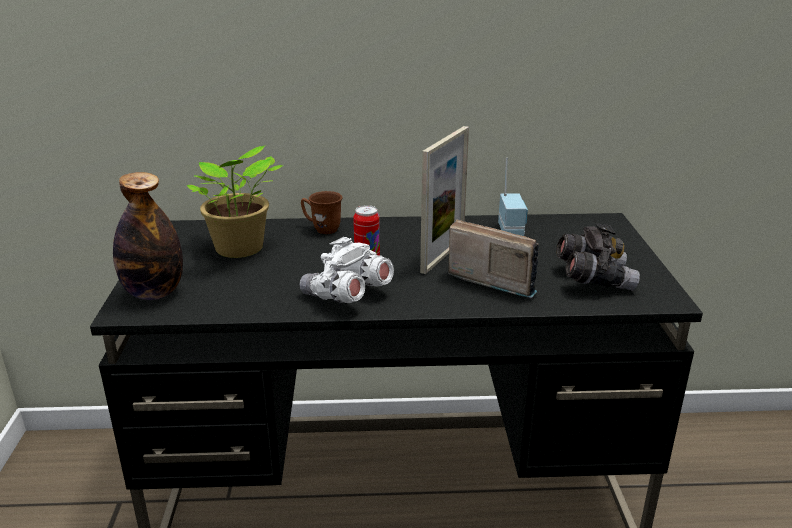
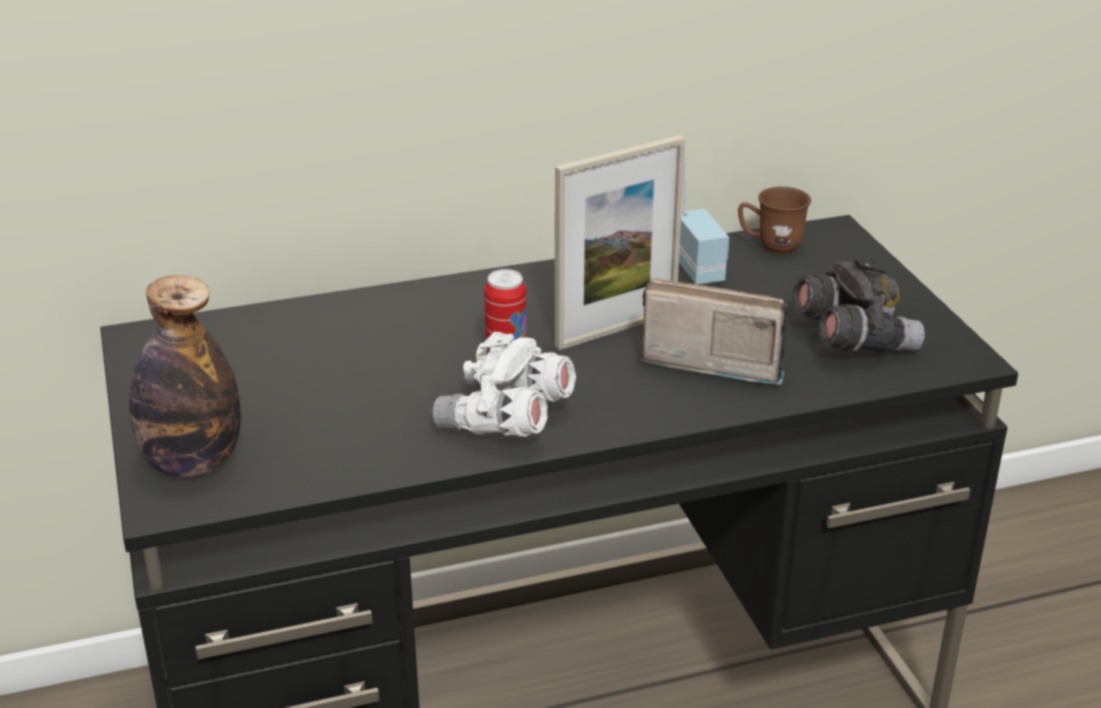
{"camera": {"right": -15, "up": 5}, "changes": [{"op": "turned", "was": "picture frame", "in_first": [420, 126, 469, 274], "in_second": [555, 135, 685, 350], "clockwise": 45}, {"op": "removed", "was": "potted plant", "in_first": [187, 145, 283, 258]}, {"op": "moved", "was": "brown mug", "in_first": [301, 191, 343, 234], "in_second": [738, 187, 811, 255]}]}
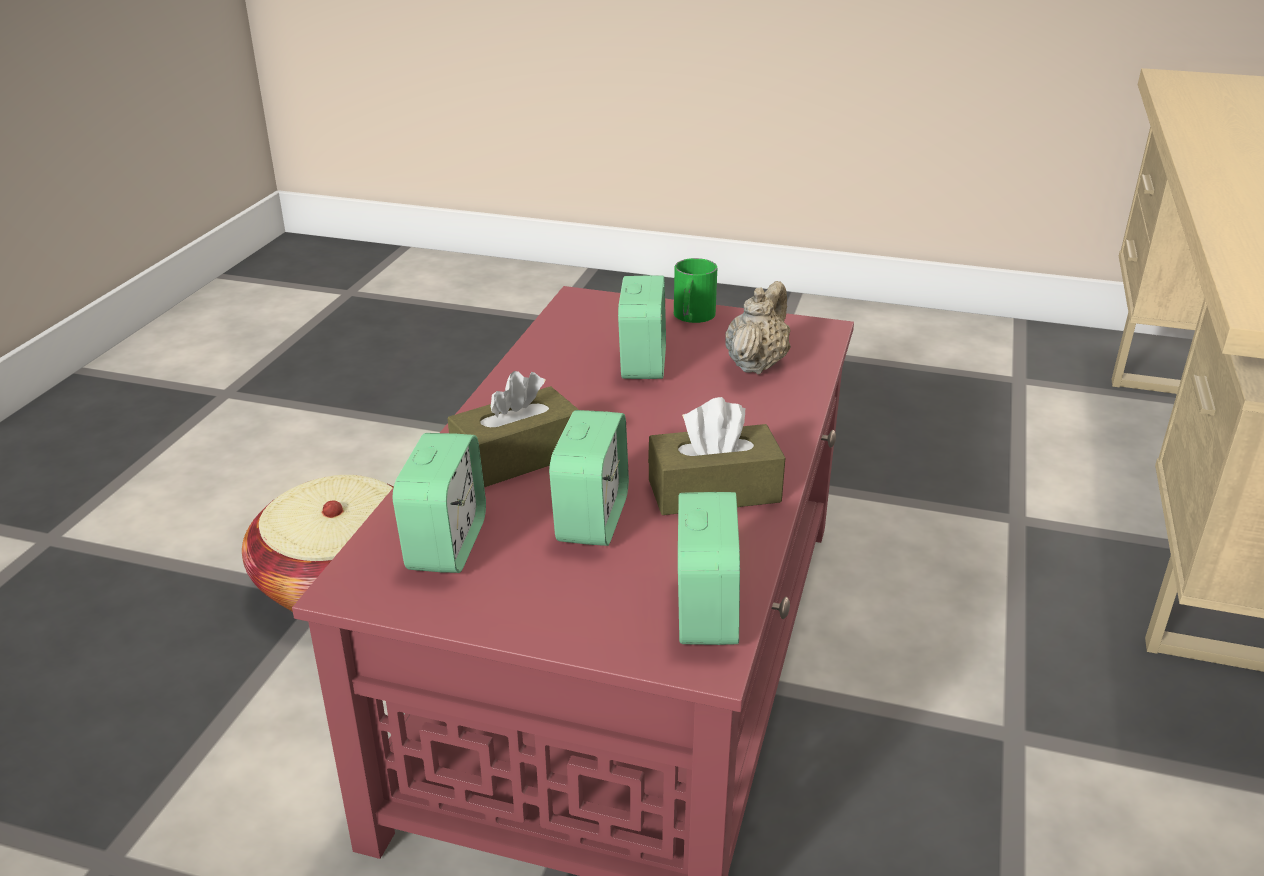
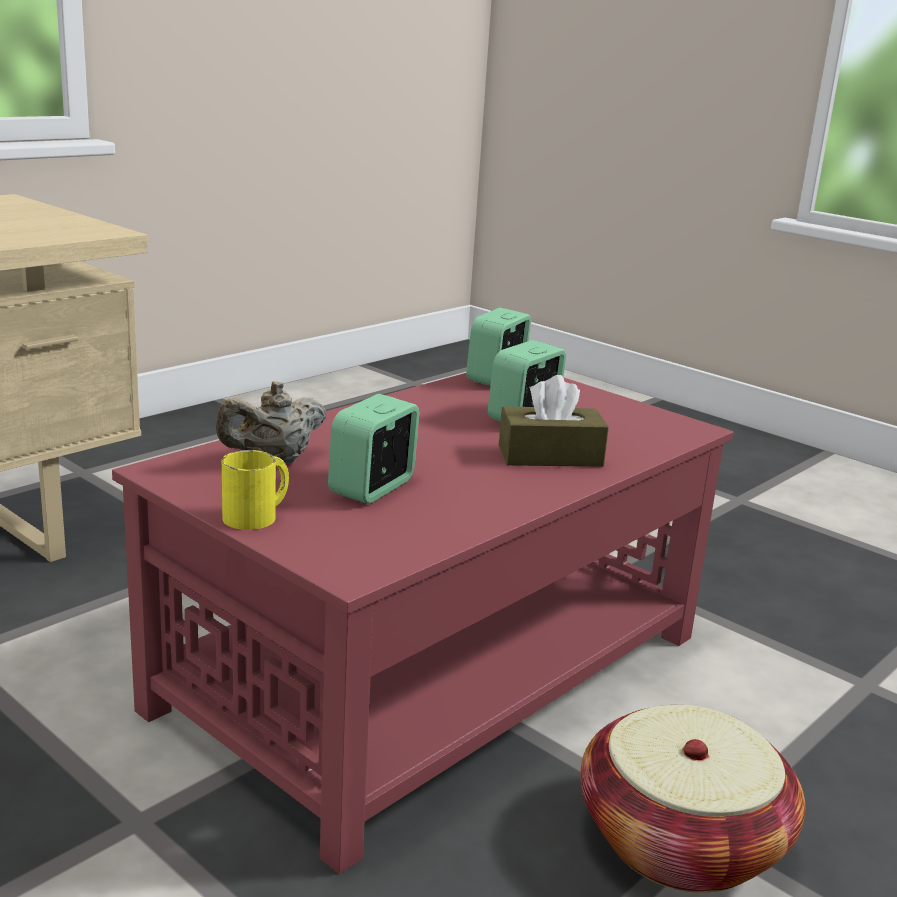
{"camera": {"right": -155, "up": -10}, "changes": [{"op": "recoloured", "was": "green mug", "now": "yellow mug", "in_first": [674, 258, 717, 323], "in_second": [222, 450, 289, 530]}, {"op": "removed", "was": "brown tissue box", "in_first": [648, 397, 785, 515]}, {"op": "removed", "was": "alarm clock", "in_first": [393, 433, 486, 573]}]}
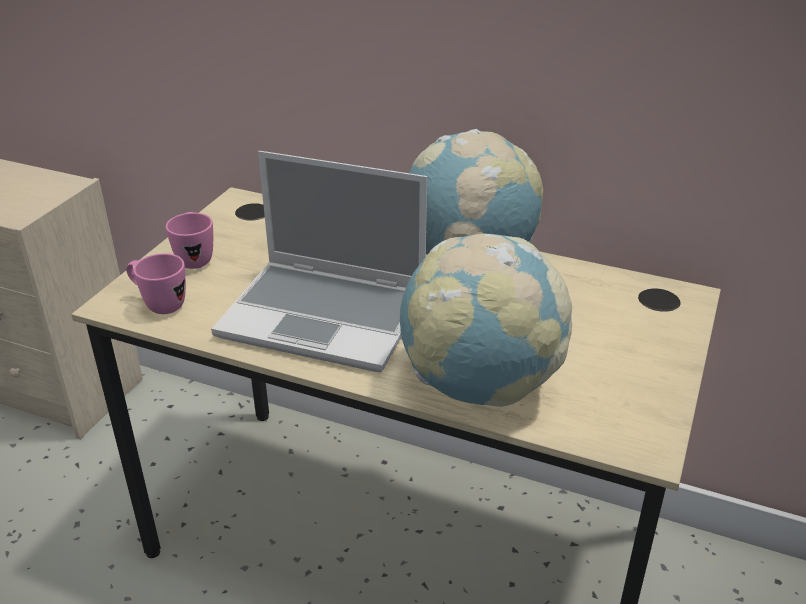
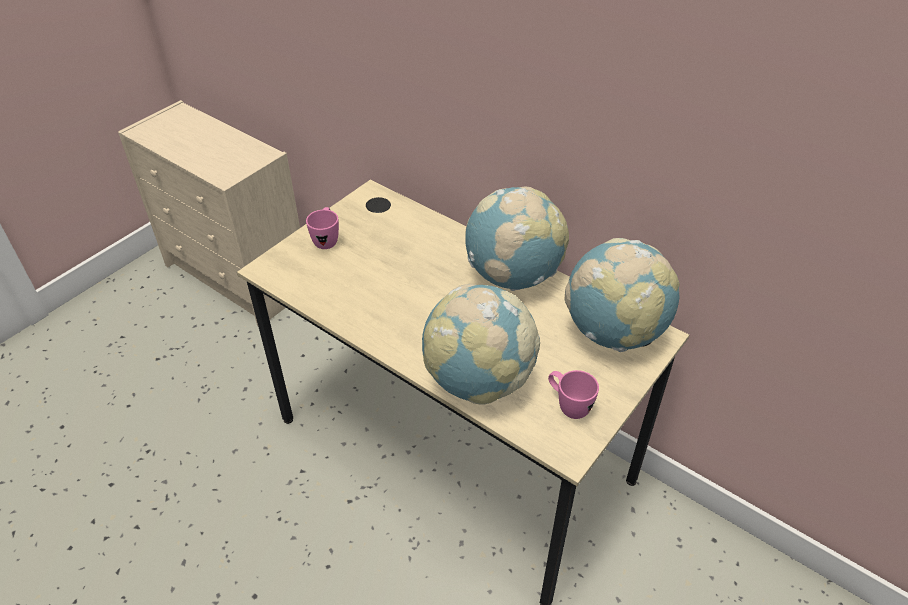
{"camera": {"right": 15, "up": 10}, "changes": [{"op": "removed", "was": "laptop", "in_first": [211, 151, 427, 372]}, {"op": "moved", "was": "pink mug", "in_first": [126, 253, 186, 314], "in_second": [548, 370, 599, 419]}, {"op": "added", "now": "globe", "in_second": [565, 238, 680, 352]}]}
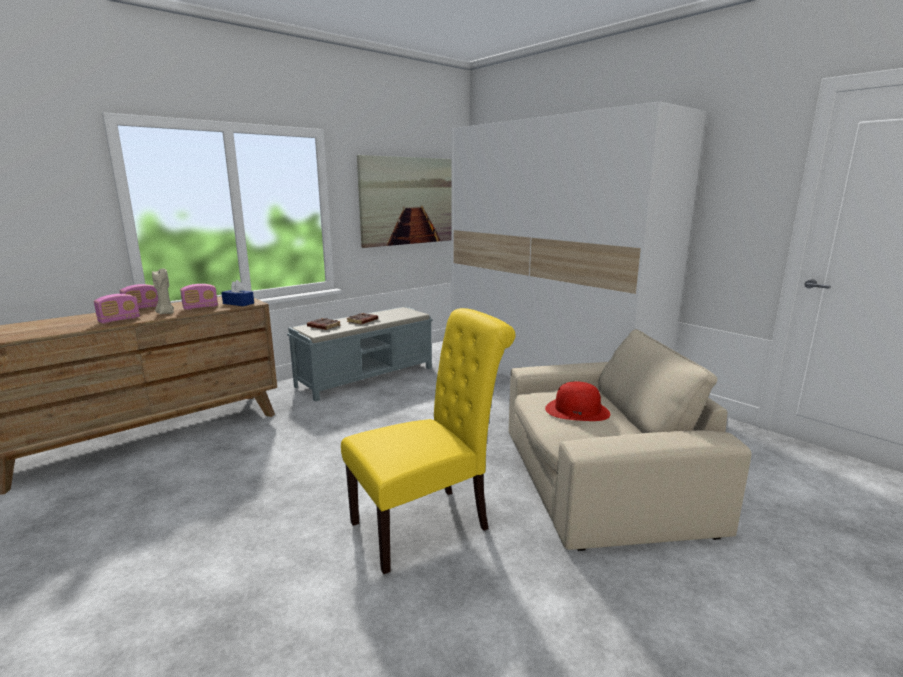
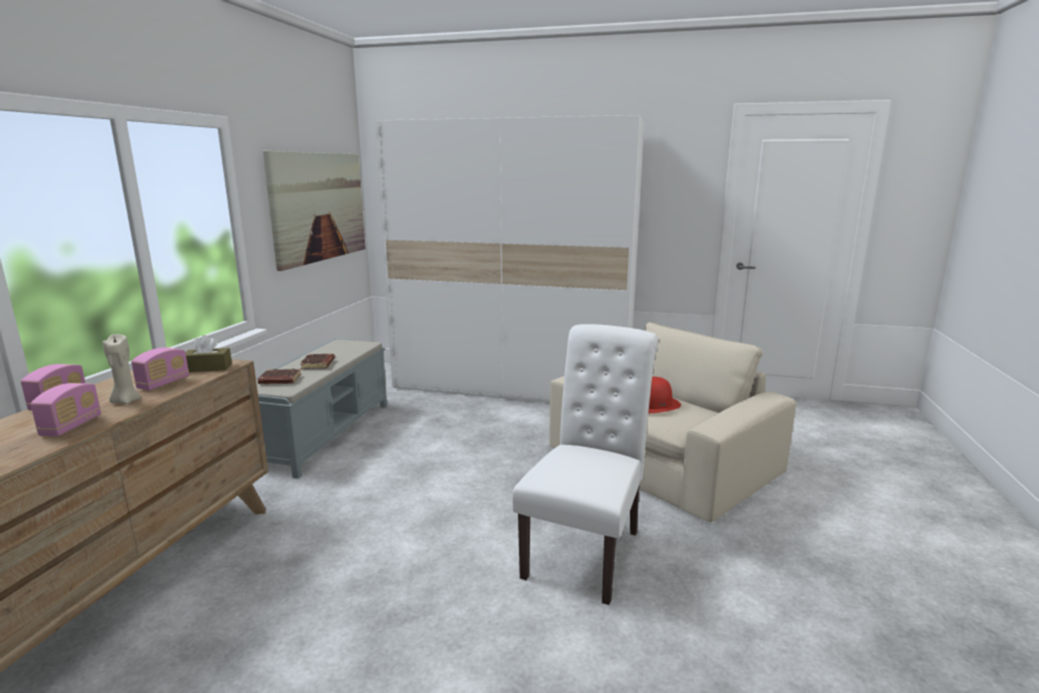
{"camera": {"right": -35, "up": 0}, "changes": [{"op": "recoloured", "was": "blue tissue box", "now": "brown tissue box", "in_first": [221, 280, 254, 306], "in_second": [185, 335, 232, 372]}, {"op": "recoloured", "was": "yellow chair", "now": "white chair", "in_first": [341, 308, 515, 574], "in_second": [513, 324, 659, 605]}]}
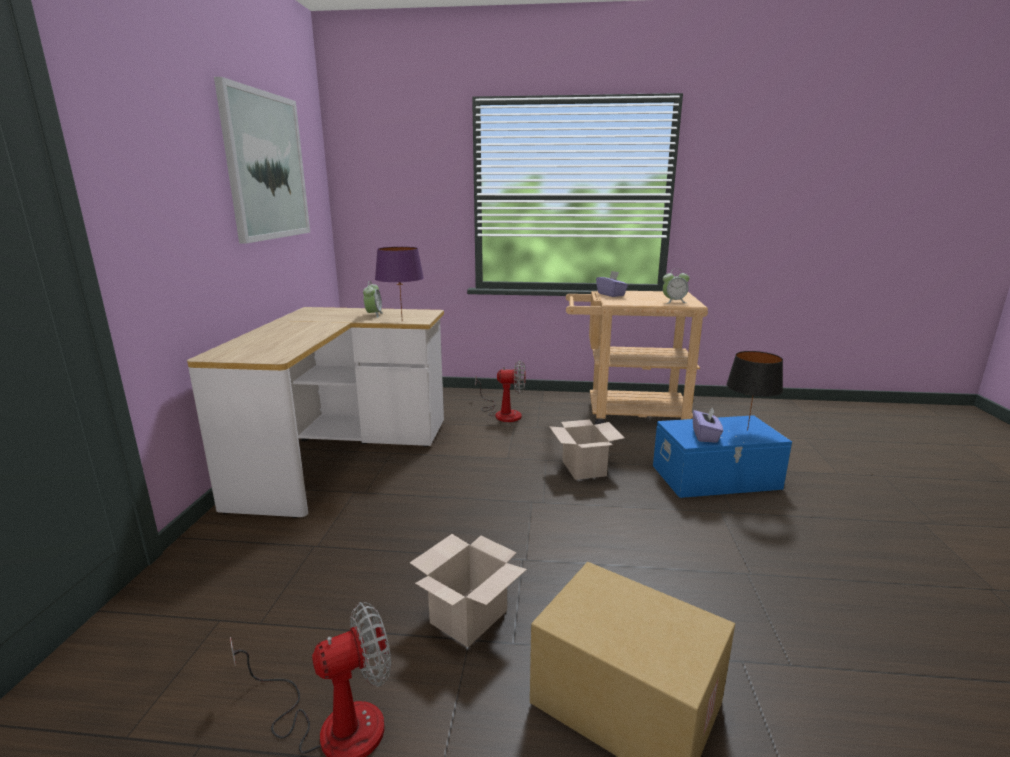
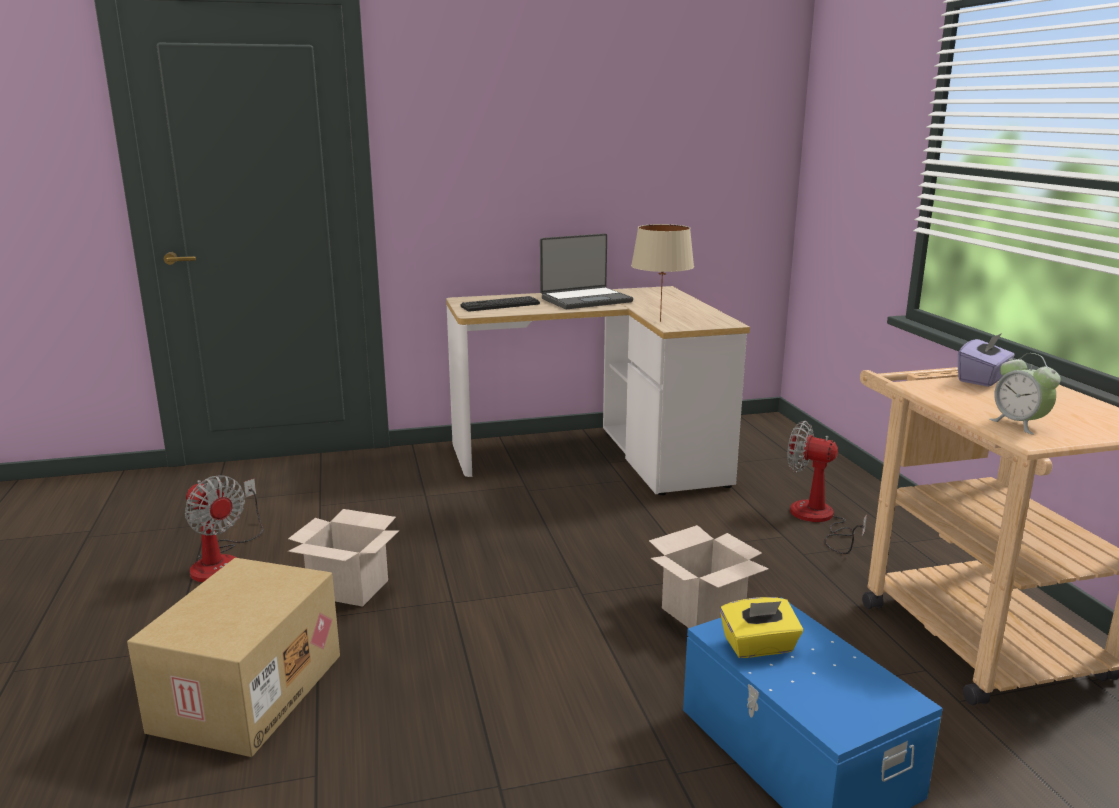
{"camera": {"right": 70, "up": 0}, "changes": [{"op": "removed", "was": "picture", "in_first": [214, 77, 310, 244]}, {"op": "recoloured", "was": "purple table lamp", "now": "beige table lamp", "in_first": [375, 247, 424, 315], "in_second": [631, 224, 694, 322]}, {"op": "removed", "was": "alarm clock", "in_first": [363, 281, 383, 318]}, {"op": "removed", "was": "black table lamp", "in_first": [726, 351, 783, 431]}, {"op": "turned", "was": "fan", "in_first": [475, 360, 526, 422], "in_second": [787, 421, 867, 554], "clockwise": 135}, {"op": "recoloured", "was": "purple tissue box", "now": "yellow tissue box", "in_first": [693, 406, 723, 443], "in_second": [720, 597, 803, 658]}, {"op": "added", "now": "laptop", "in_second": [540, 233, 633, 309]}, {"op": "added", "now": "keyboard", "in_second": [461, 296, 540, 312]}]}
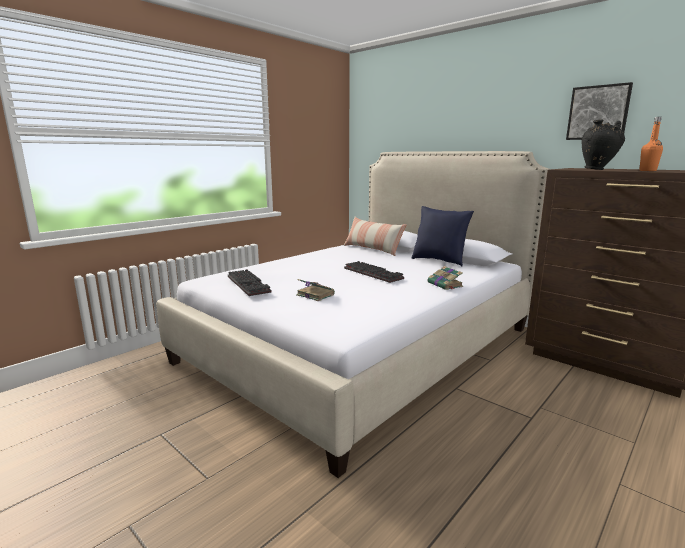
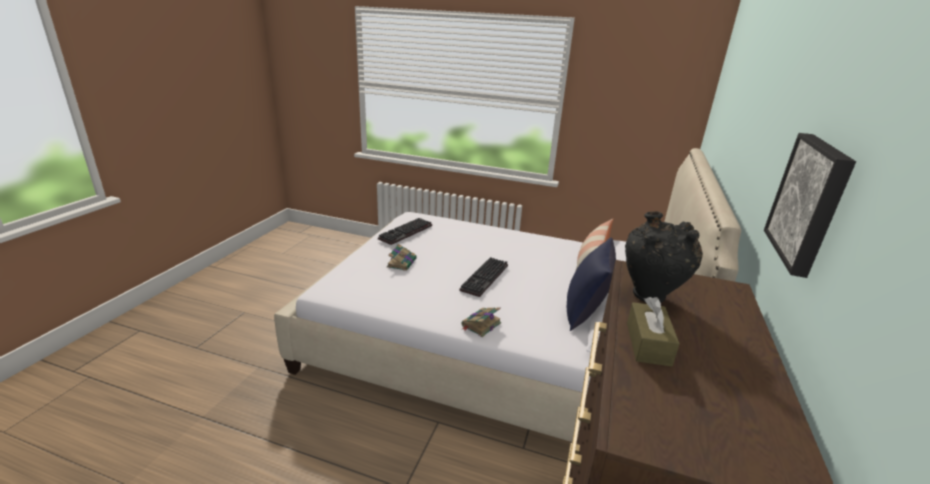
{"camera": {"right": 65, "up": 10}, "changes": [{"op": "replaced", "was": "orange bottle", "now": "brown tissue box", "in_first": [639, 117, 663, 171], "in_second": [627, 297, 680, 367]}]}
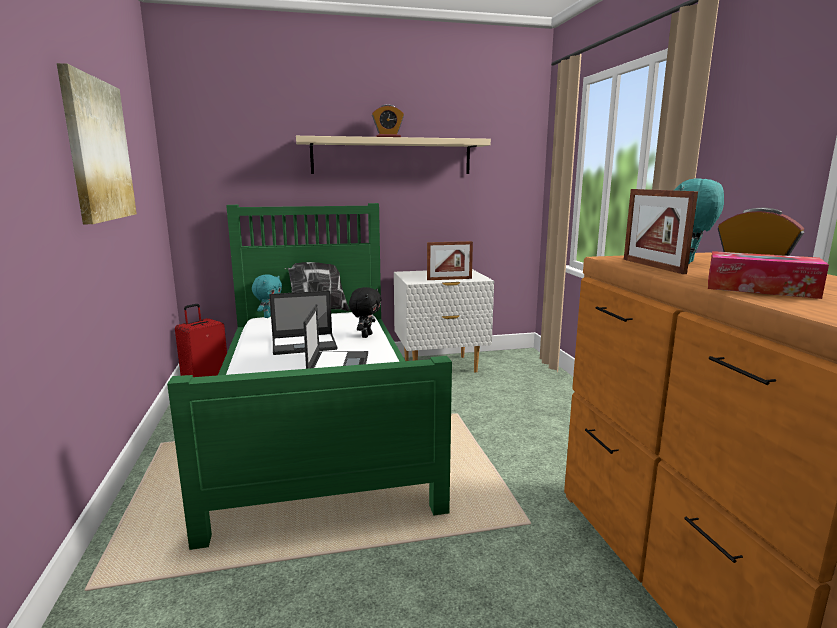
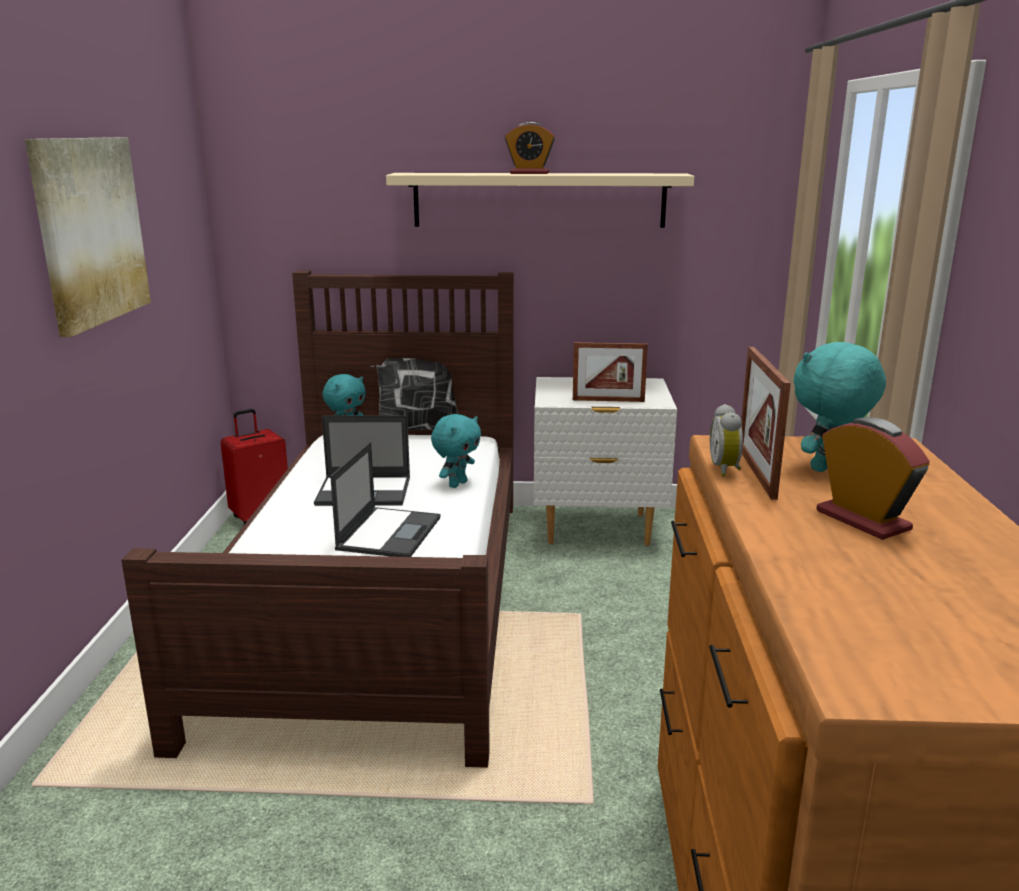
{"camera": {"right": 15, "up": 5}, "changes": [{"op": "recoloured", "was": "green bed", "now": "brown bed", "in_first": [167, 203, 452, 550], "in_second": [121, 270, 514, 768]}, {"op": "removed", "was": "tissue box", "in_first": [708, 251, 829, 299]}, {"op": "recoloured", "was": "black plush toy", "now": "turquoise plush toy", "in_first": [349, 287, 382, 338], "in_second": [431, 414, 481, 488]}, {"op": "added", "now": "alarm clock", "in_second": [710, 404, 743, 477]}]}
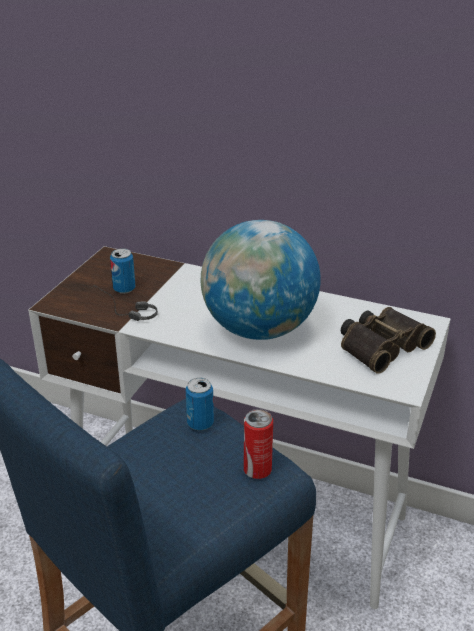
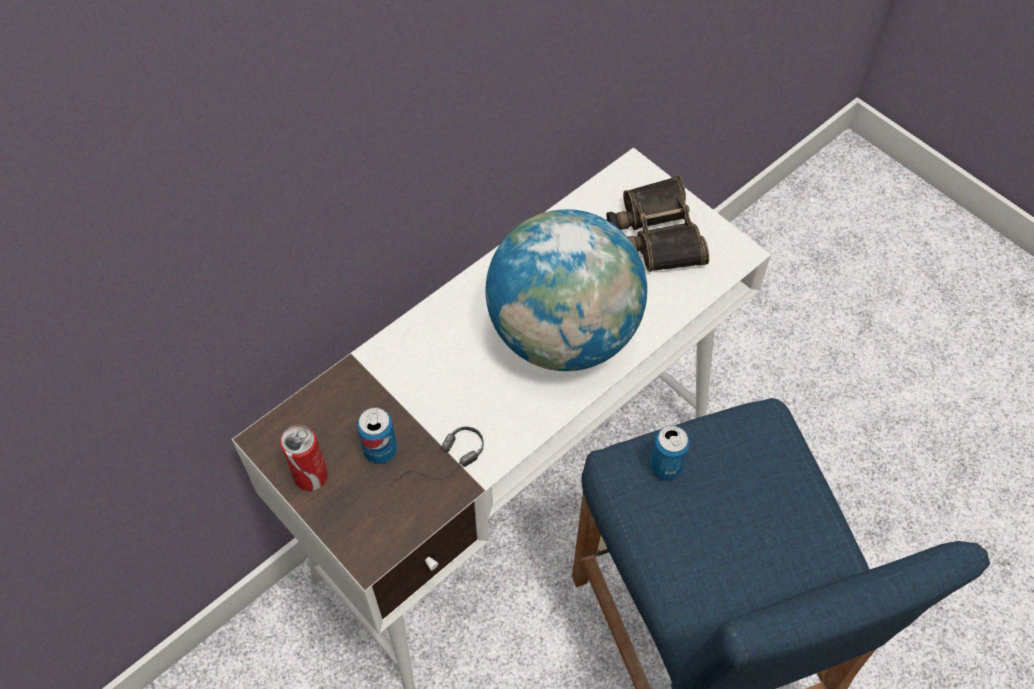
{"camera": {"right": -65, "up": 25}, "changes": [{"op": "moved", "was": "can", "in_first": [244, 409, 273, 479], "in_second": [280, 425, 328, 491]}]}
